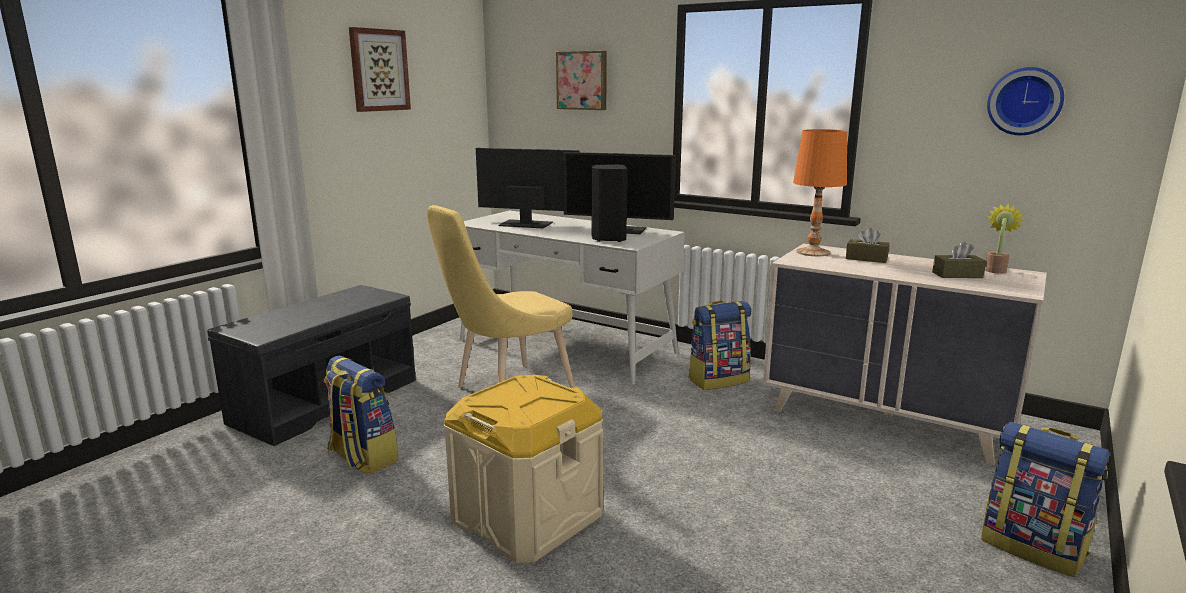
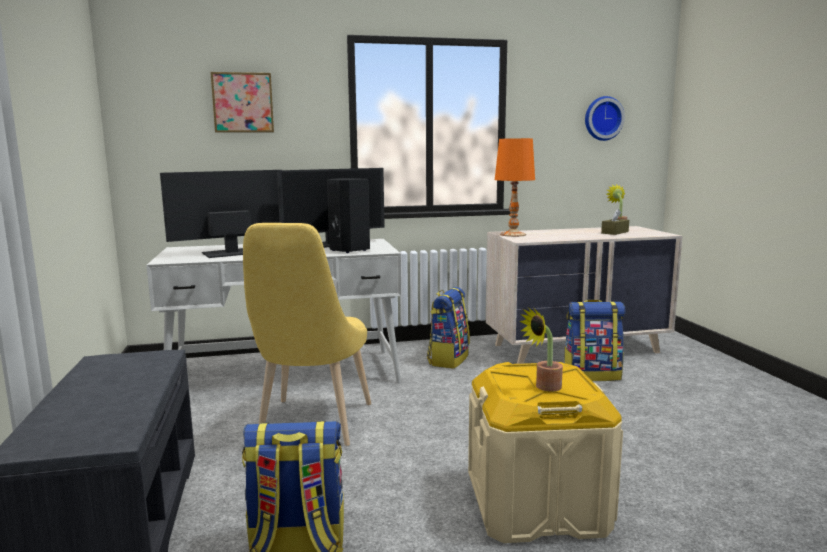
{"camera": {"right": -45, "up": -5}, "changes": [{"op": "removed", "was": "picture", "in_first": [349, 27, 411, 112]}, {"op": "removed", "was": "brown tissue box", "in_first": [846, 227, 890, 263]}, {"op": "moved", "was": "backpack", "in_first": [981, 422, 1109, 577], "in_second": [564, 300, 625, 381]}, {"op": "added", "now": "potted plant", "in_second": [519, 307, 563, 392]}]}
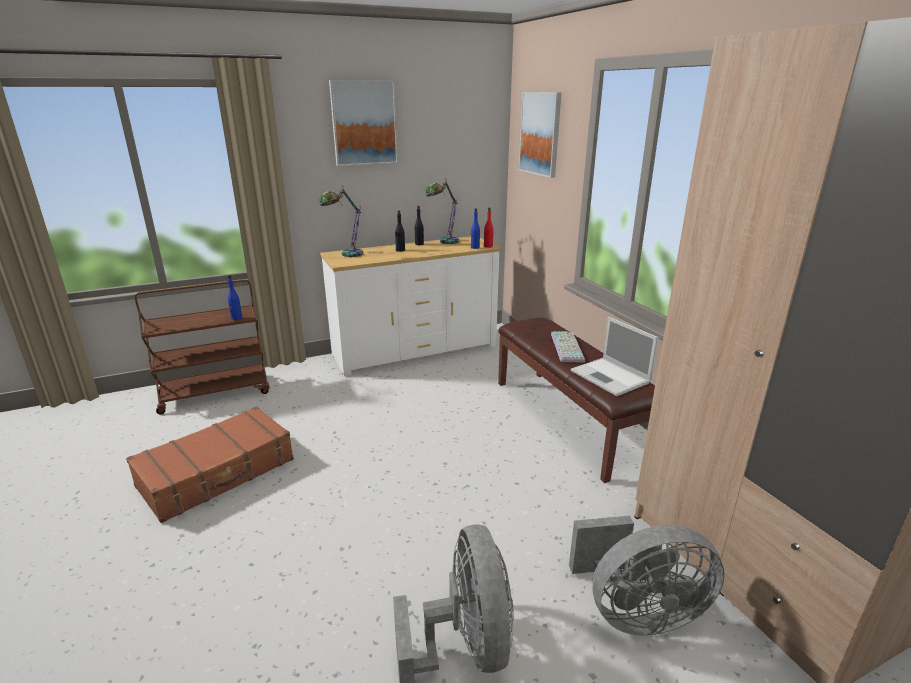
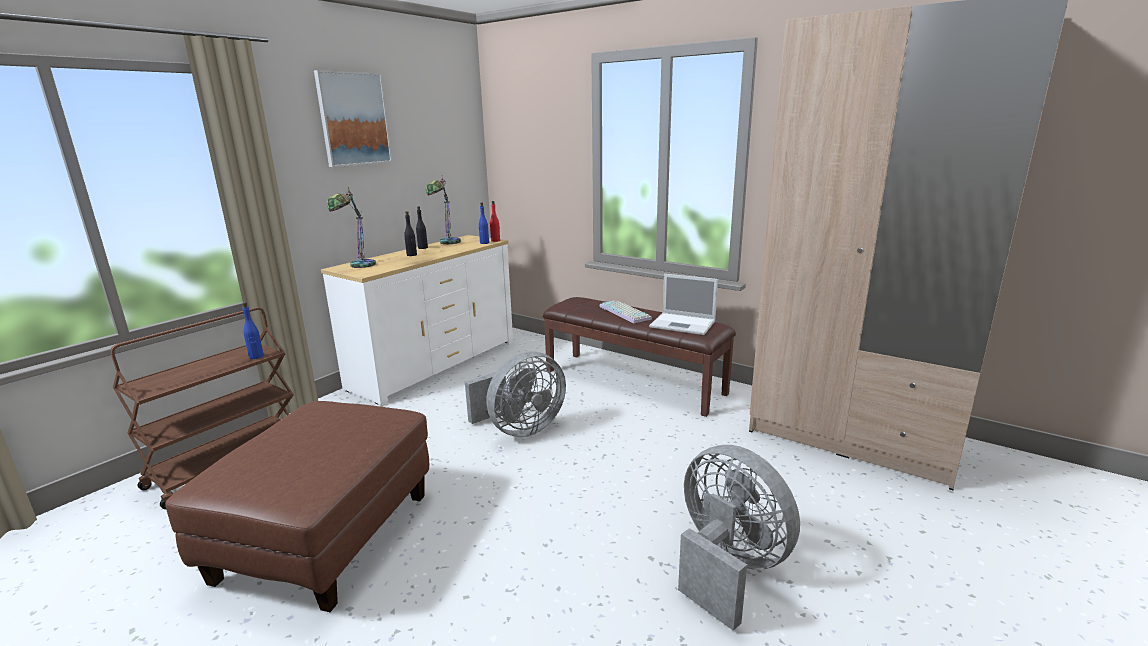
{"camera": {"right": -30, "up": -5}, "changes": [{"op": "removed", "was": "picture", "in_first": [519, 92, 562, 178]}, {"op": "replaced", "was": "brown suitcase", "now": "brown ottoman", "in_first": [126, 406, 294, 523], "in_second": [166, 401, 429, 612]}, {"op": "moved", "was": "grey fan", "in_first": [569, 516, 724, 636], "in_second": [465, 352, 566, 437]}]}
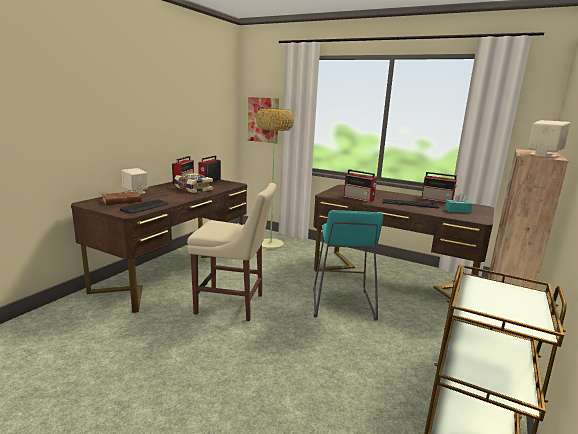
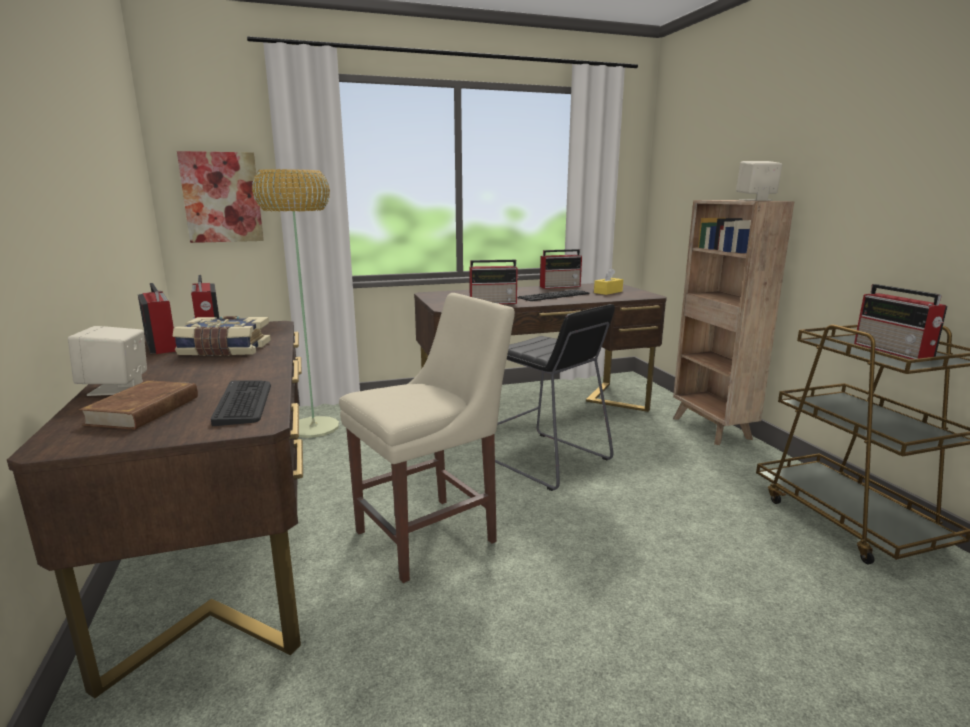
{"camera": {"right": -45, "up": 0}, "changes": [{"op": "recoloured", "was": "turquoise tissue box", "now": "yellow tissue box", "in_first": [445, 193, 473, 213], "in_second": [594, 268, 623, 295]}, {"op": "recoloured", "was": "turquoise stool", "now": "black stool", "in_first": [313, 210, 383, 320], "in_second": [495, 304, 615, 491]}, {"op": "added", "now": "radio", "in_second": [854, 284, 948, 359]}]}
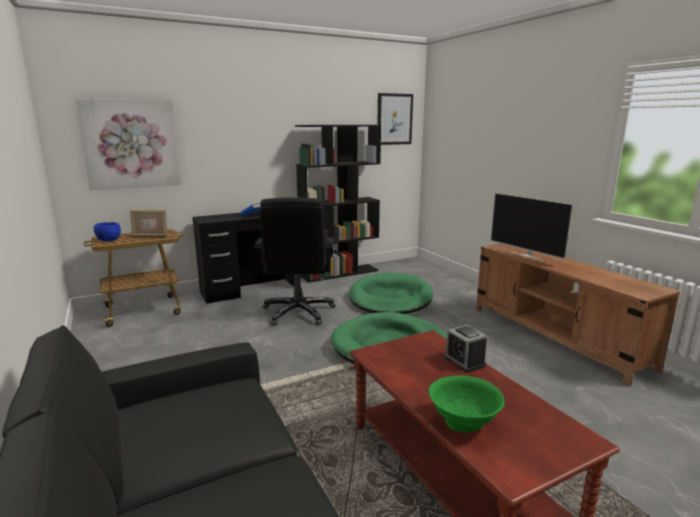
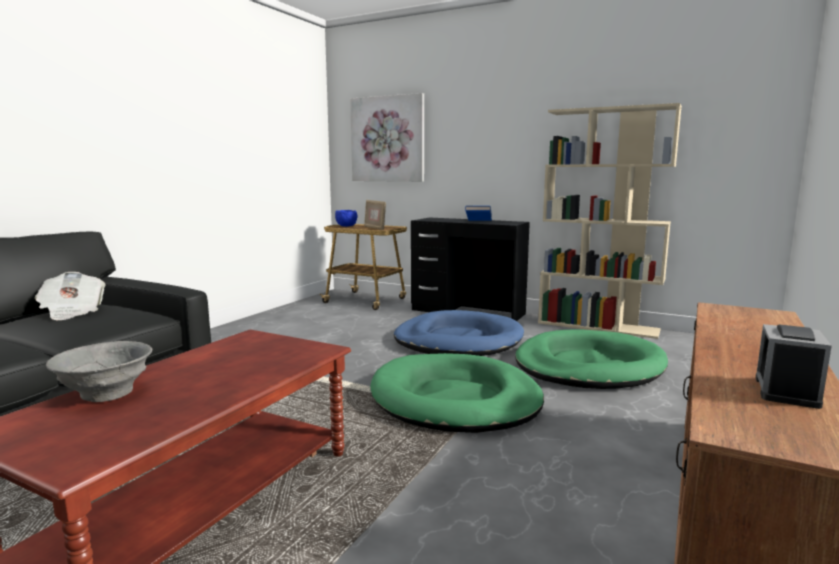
{"camera": {"right": 55, "up": -5}, "changes": [{"op": "removed", "was": "picture", "in_first": [377, 93, 413, 145]}, {"op": "recoloured", "was": "black bookcase", "now": "beige bookcase", "in_first": [295, 125, 381, 283], "in_second": [538, 103, 682, 339]}, {"op": "removed", "was": "television", "in_first": [490, 193, 574, 261]}, {"op": "replaced", "was": "black office chair", "now": "blue dog bed", "in_first": [254, 197, 336, 326], "in_second": [394, 310, 524, 356]}, {"op": "moved", "was": "alarm clock", "in_first": [444, 325, 487, 372], "in_second": [756, 324, 832, 409]}, {"op": "recoloured", "was": "green bowl", "now": "grey bowl", "in_first": [429, 375, 504, 432], "in_second": [46, 341, 152, 402]}, {"op": "added", "now": "newspaper", "in_second": [35, 272, 106, 320]}]}
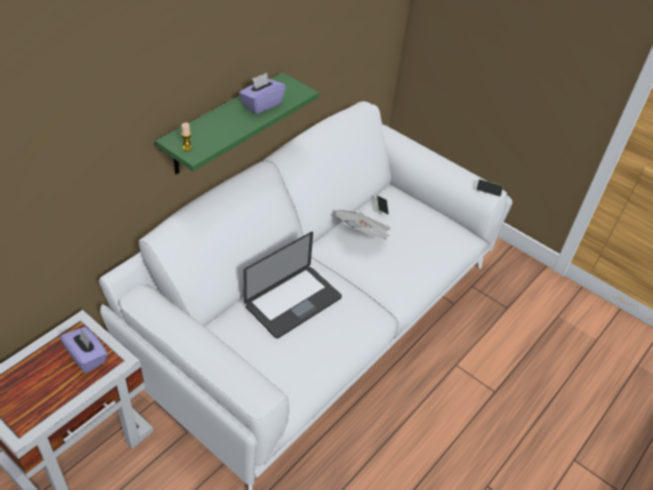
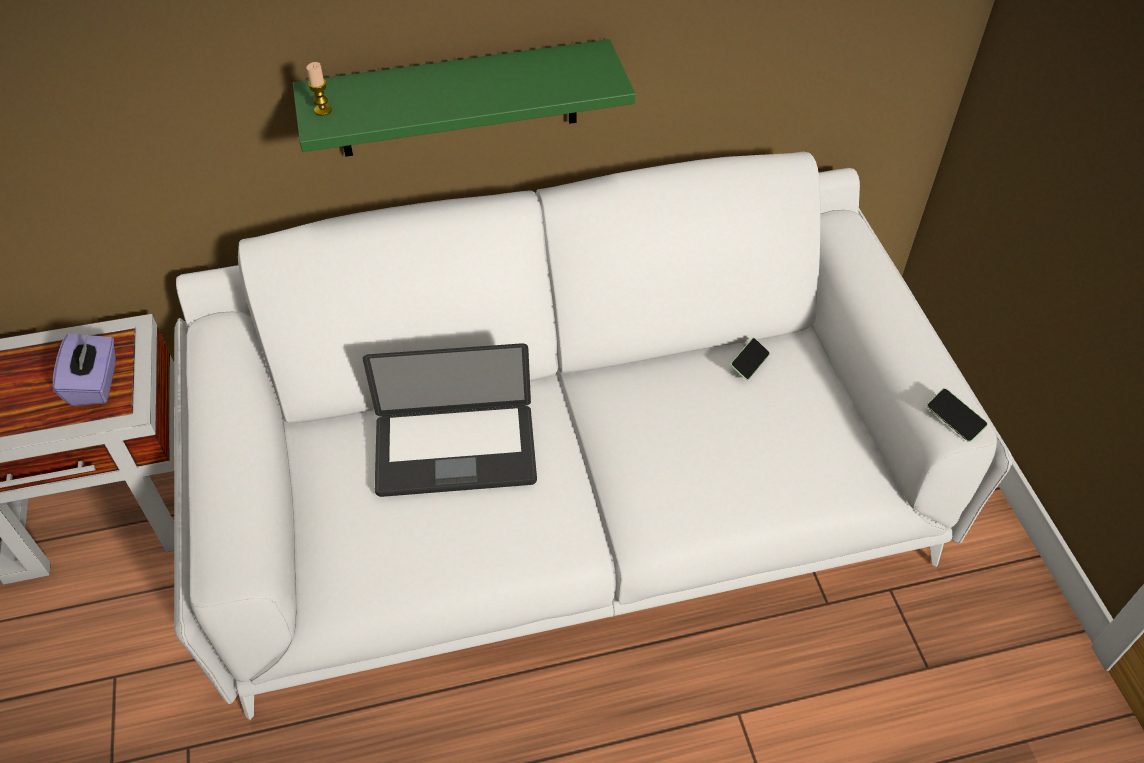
{"camera": {"right": 40, "up": 5}, "changes": [{"op": "removed", "was": "purple tissue box", "in_first": [239, 73, 286, 115]}, {"op": "removed", "was": "newspaper", "in_first": [336, 210, 391, 240]}]}
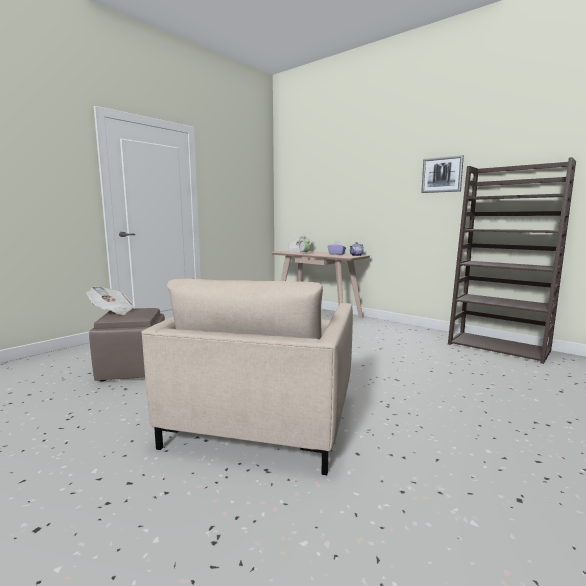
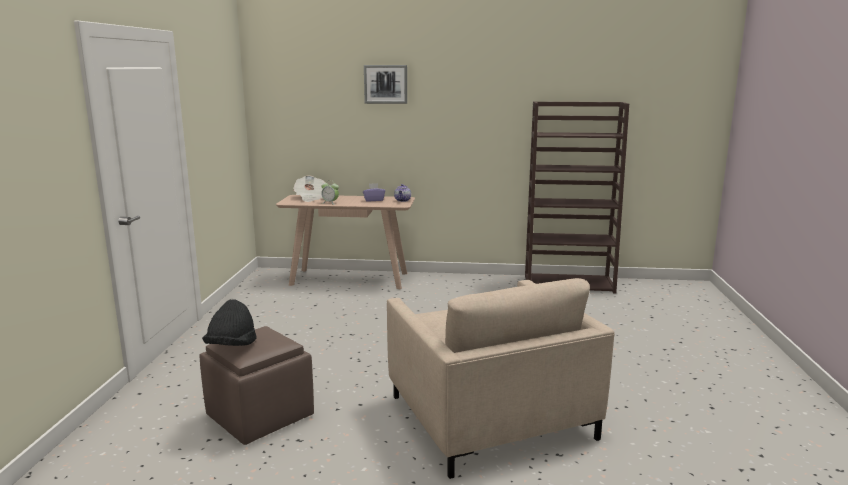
{"camera": {"right": -35, "up": 5}, "changes": [{"op": "moved", "was": "picture", "in_first": [421, 155, 464, 193], "in_second": [364, 65, 407, 104]}, {"op": "replaced", "was": "newspaper", "now": "black hat", "in_first": [86, 286, 135, 315], "in_second": [202, 299, 257, 346]}]}
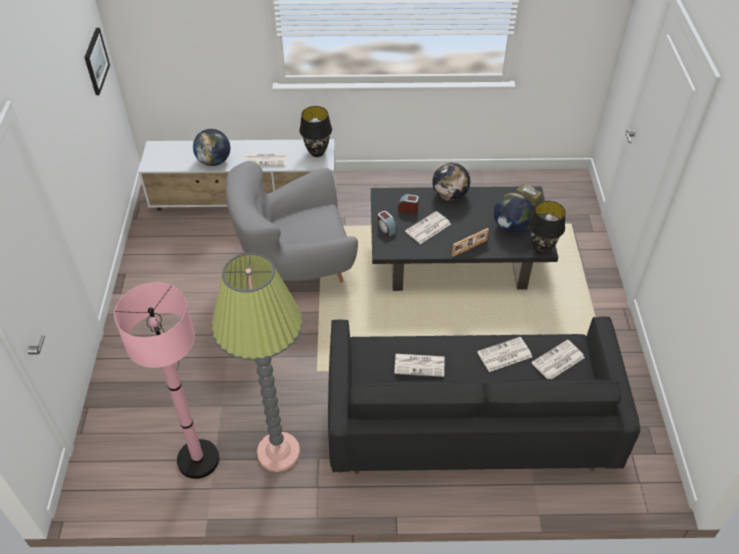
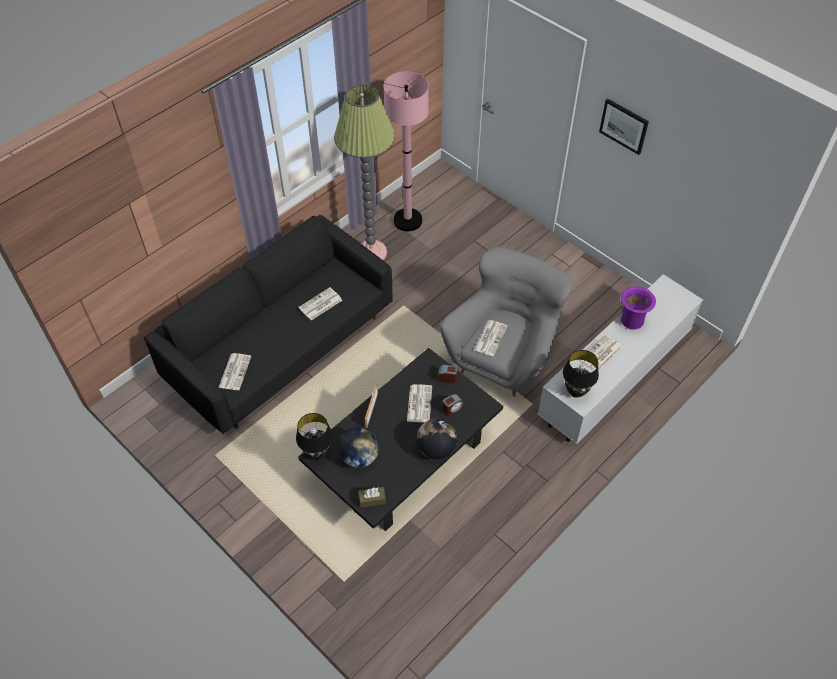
{"camera": {"right": 135, "up": 5}, "changes": [{"op": "moved", "was": "picture", "in_first": [84, 28, 110, 95], "in_second": [599, 99, 649, 155]}, {"op": "replaced", "was": "globe", "now": "purple vase", "in_first": [193, 129, 230, 166], "in_second": [621, 286, 656, 330]}, {"op": "moved", "was": "newspaper", "in_first": [477, 337, 532, 372], "in_second": [474, 320, 508, 356]}]}
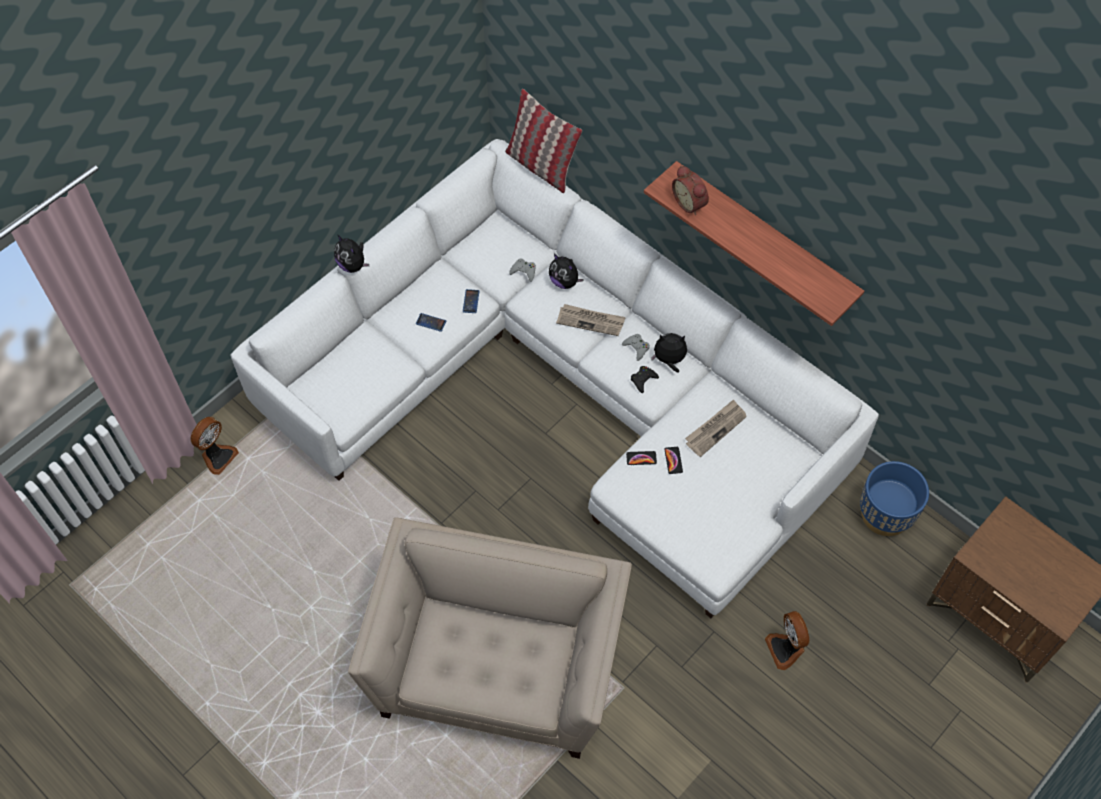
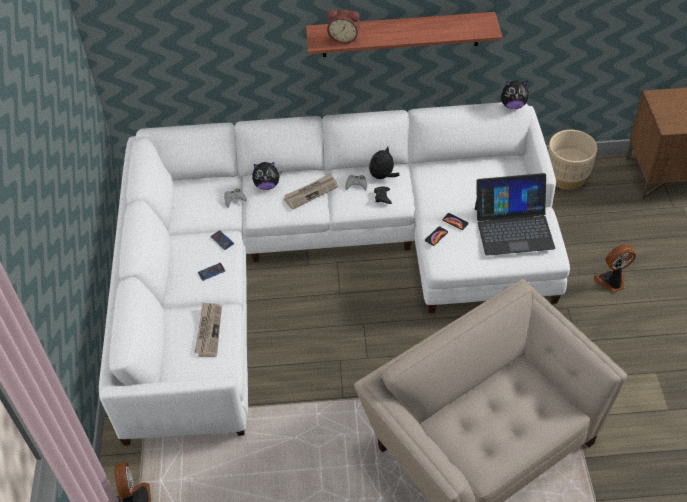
{"camera": {"right": -45, "up": -10}, "changes": [{"op": "removed", "was": "pillow", "in_first": [505, 89, 582, 193]}, {"op": "moved", "was": "plush toy", "in_first": [334, 235, 369, 273], "in_second": [501, 80, 530, 109]}, {"op": "moved", "was": "newspaper", "in_first": [685, 399, 747, 457], "in_second": [194, 302, 222, 357]}, {"op": "recoloured", "was": "blue planter", "now": "beige planter", "in_first": [860, 461, 929, 536], "in_second": [548, 130, 597, 190]}, {"op": "turned", "was": "fan", "in_first": [765, 611, 809, 670], "in_second": [594, 244, 636, 292], "clockwise": 135}, {"op": "added", "now": "laptop", "in_second": [475, 173, 555, 256]}]}
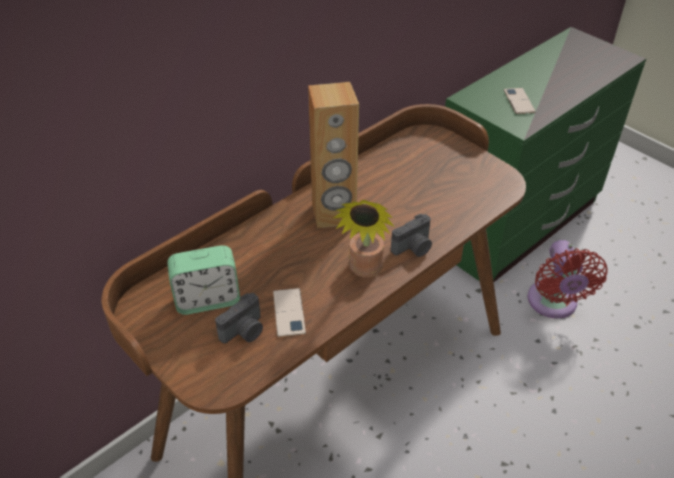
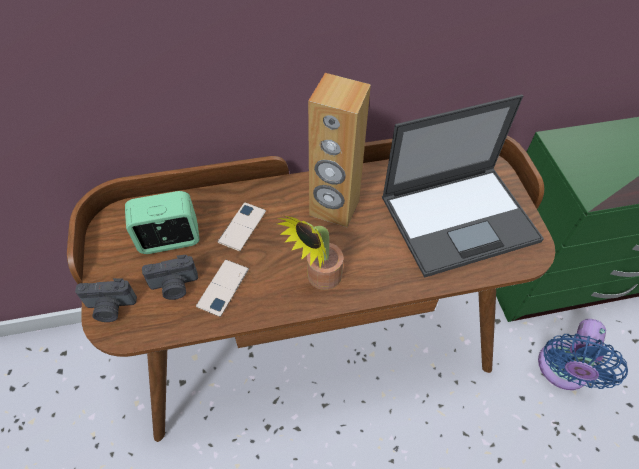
{"camera": {"right": 30, "up": 10}, "changes": [{"op": "moved", "was": "phone", "in_first": [504, 88, 536, 114], "in_second": [218, 202, 266, 252]}, {"op": "moved", "was": "photo camera", "in_first": [391, 214, 432, 257], "in_second": [75, 278, 137, 322]}, {"op": "recoloured", "was": "red fan", "now": "blue fan", "in_first": [527, 240, 608, 318], "in_second": [538, 319, 628, 390]}, {"op": "turned", "was": "alarm clock", "in_first": [167, 245, 240, 315], "in_second": [125, 191, 200, 254], "clockwise": 150}, {"op": "added", "now": "laptop", "in_second": [382, 95, 544, 278]}]}
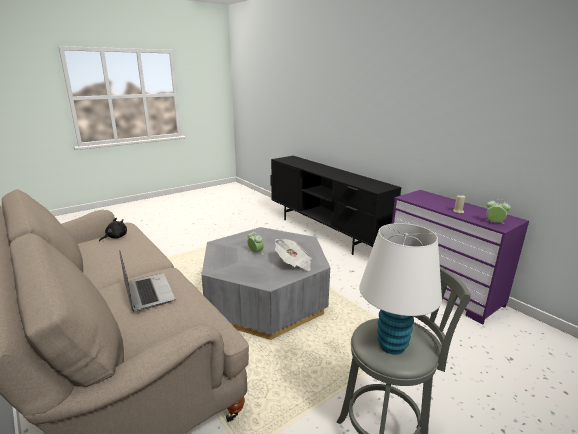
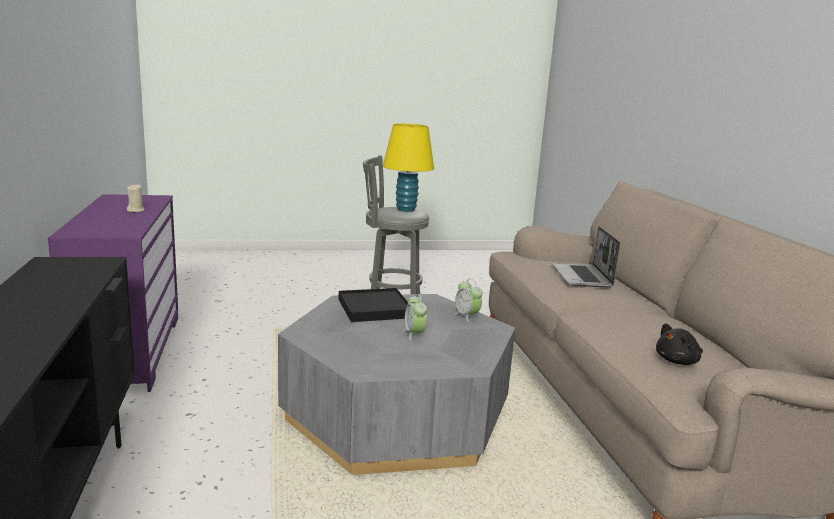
{"camera": {"right": -155, "up": -5}, "changes": [{"op": "moved", "was": "alarm clock", "in_first": [486, 199, 511, 224], "in_second": [454, 279, 483, 322]}, {"op": "recoloured", "was": "white table lamp", "now": "yellow table lamp", "in_first": [359, 223, 442, 355], "in_second": [383, 124, 434, 212]}, {"op": "replaced", "was": "newspaper", "now": "black tray", "in_first": [275, 239, 312, 271], "in_second": [339, 288, 408, 322]}]}
